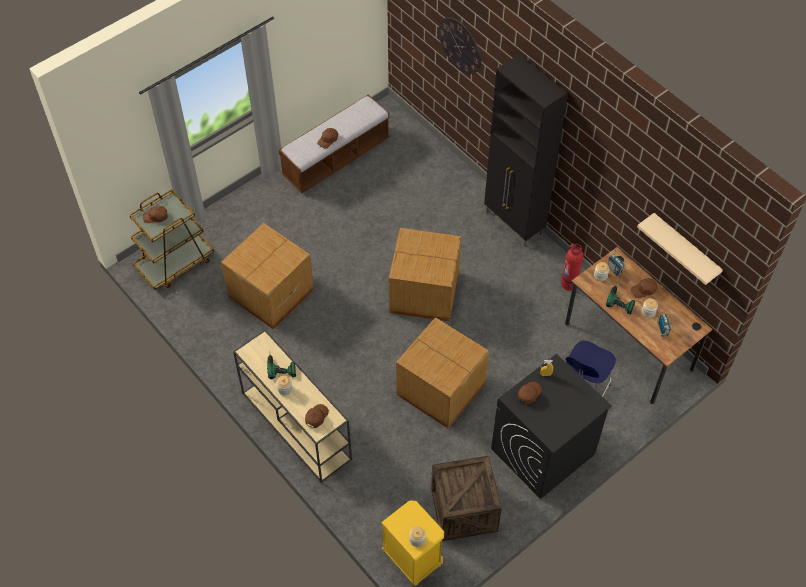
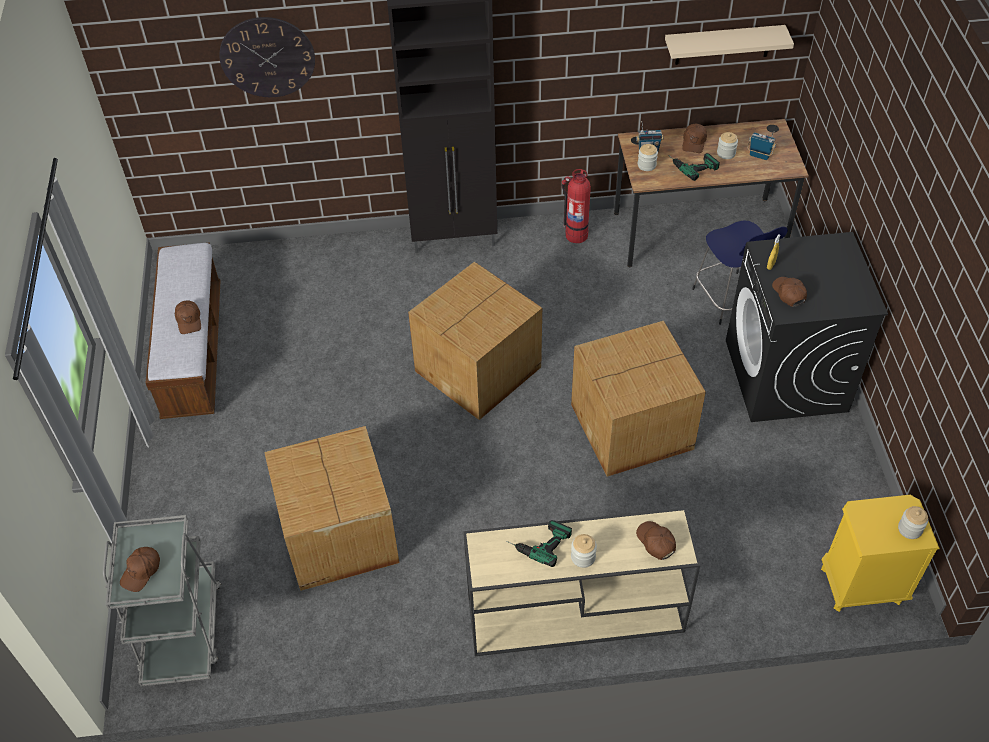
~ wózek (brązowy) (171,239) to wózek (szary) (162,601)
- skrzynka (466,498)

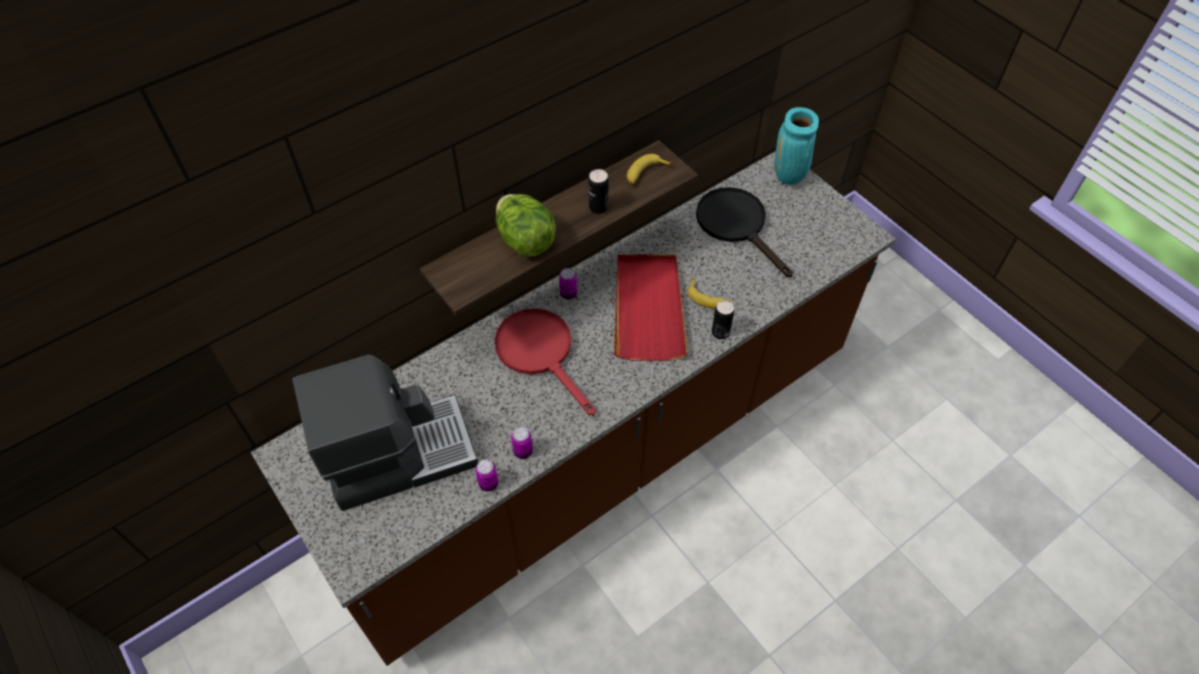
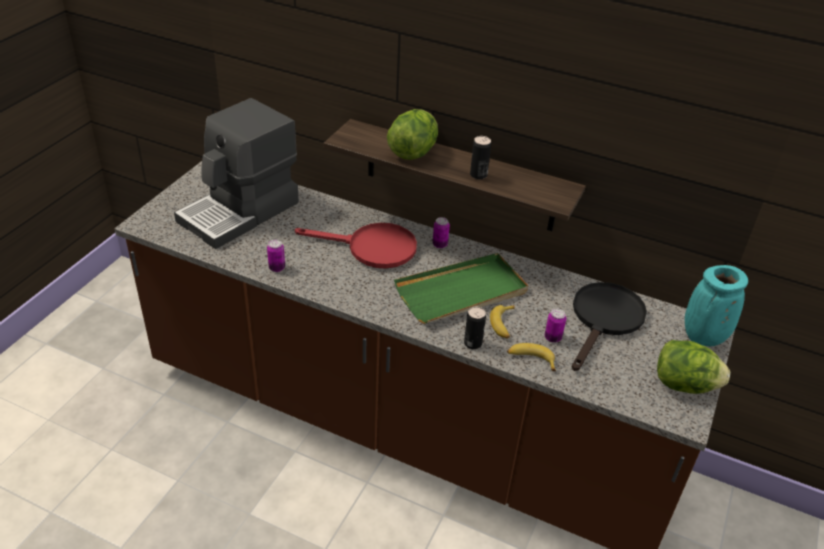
~ ekspres do kawy (385,433) = (236,173) 90 degrees clockwise
~ puszka (486,475) to (555,326)
~ patelnia (czerwony) (544,362) = (356,246) 75 degrees clockwise
~ taca (czerwony) (651,307) to taca (zielony) (461,288)
~ banan (649,169) to (531,357)
+ sałata (693,367)

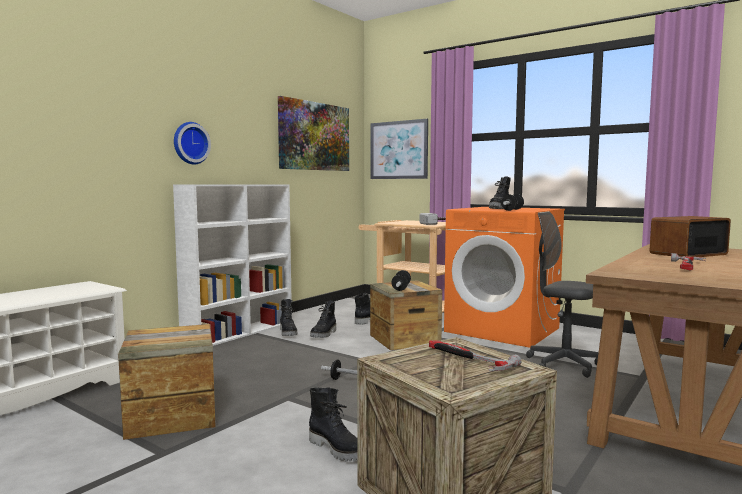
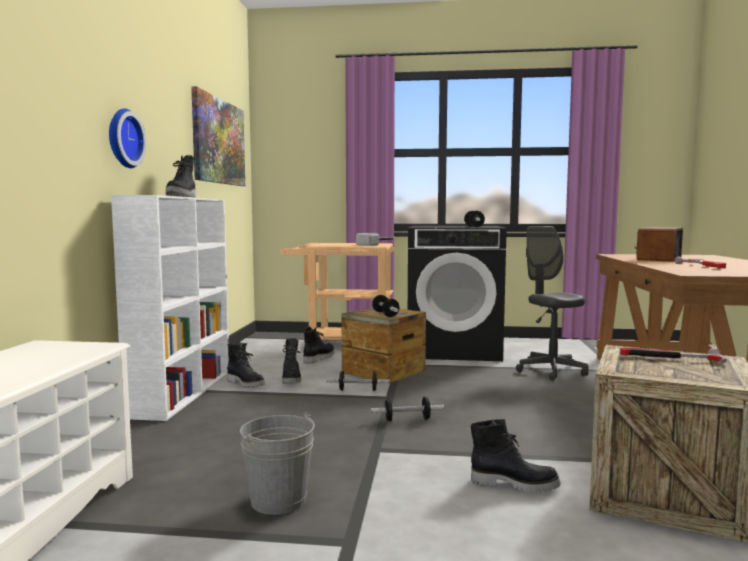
~ skrzynka (166,382) to wiadro (szary) (277,463)
- obraz (399,149)
~ pralka (pomarańczowy) (504,277) to pralka (czarny) (457,293)
~ but z cholewką (czarny) (500,192) to (181,176)
~ krzesło biurowe (szary) (562,295) = (552,303) 60 degrees clockwise
+ hantel (358,381)

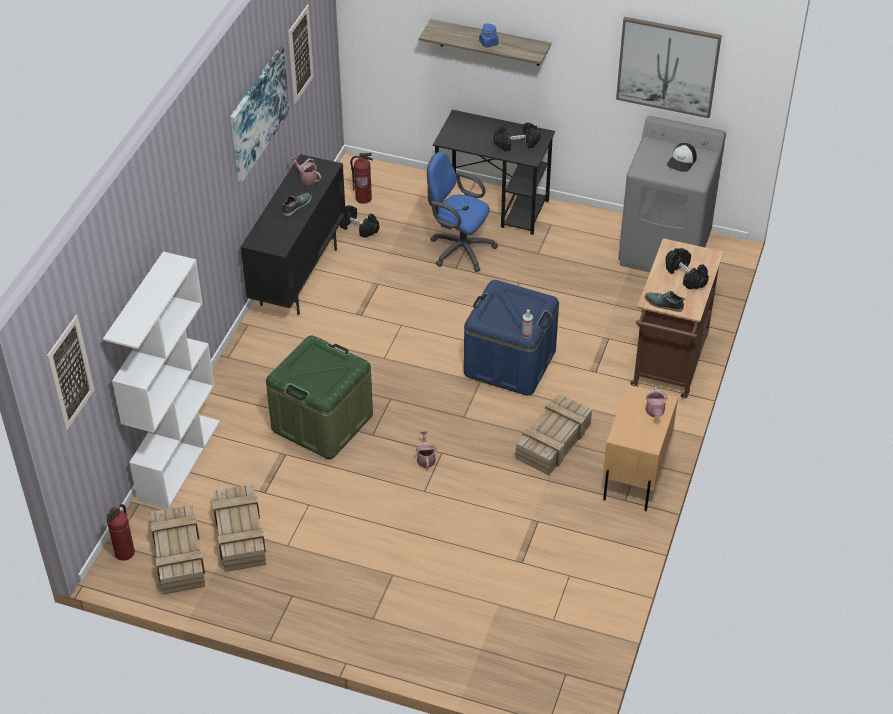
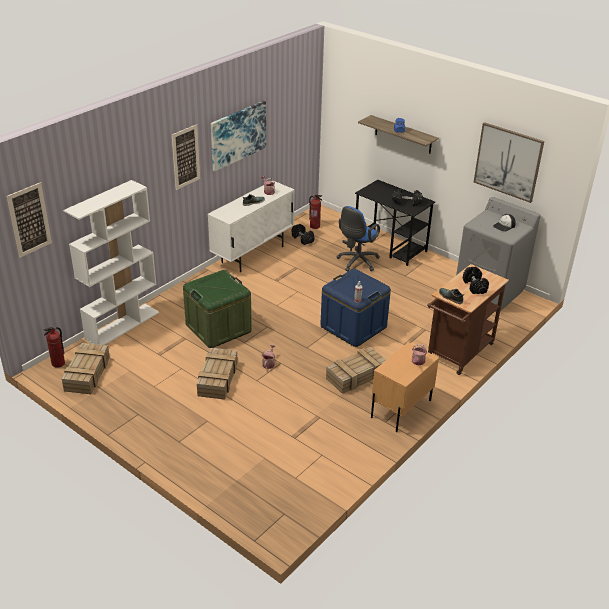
~ skrzynka (239,528) to (217,374)
~ szafka (czarny) (293,234) to szafka (biały) (251,226)
~ obraz (301,54) to (186,157)
~ krzesło biurowe (niebieski) (462,211) = (358,238) 105 degrees counterclockwise

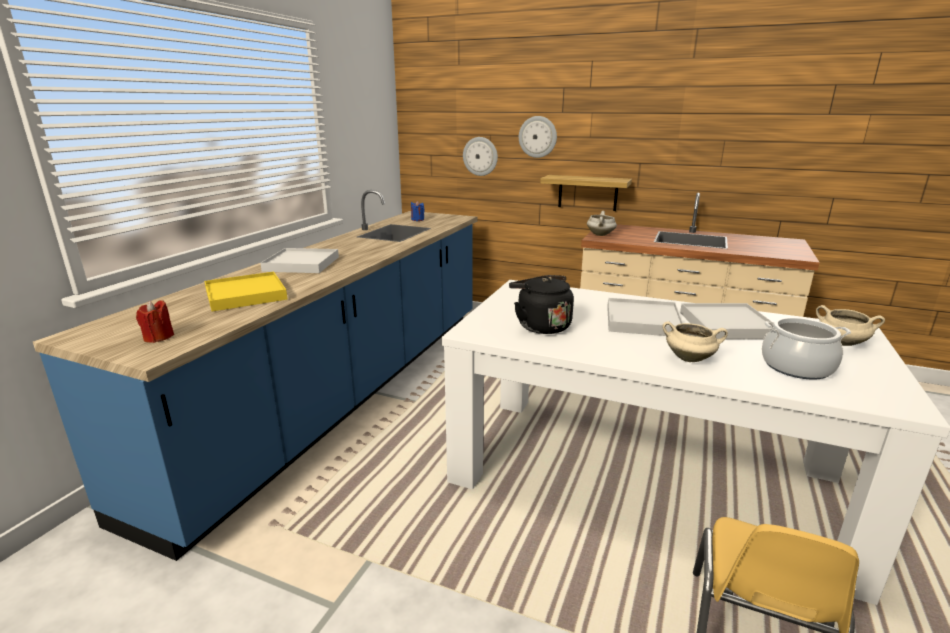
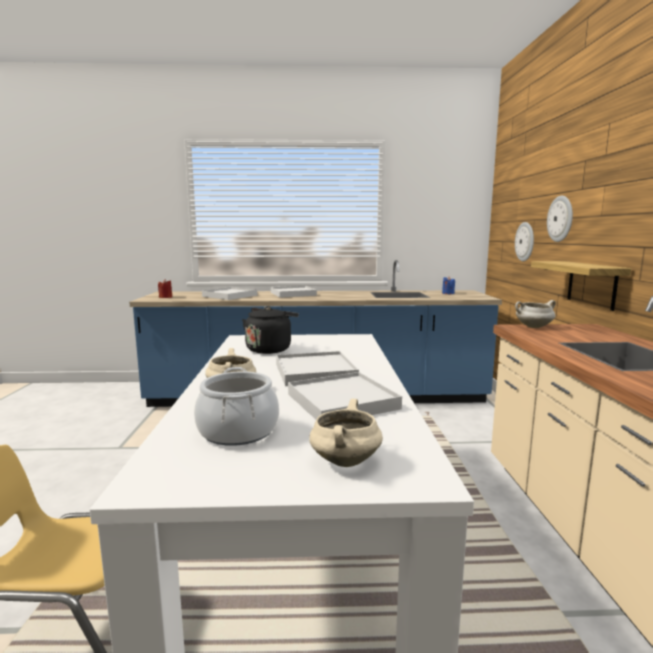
~ taca (żółty) (245,292) to taca (biały) (229,293)

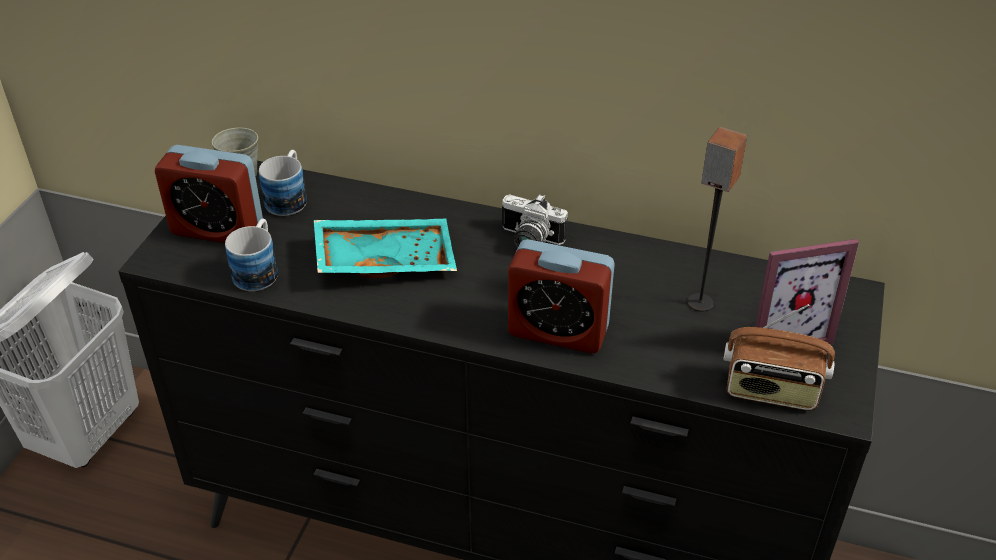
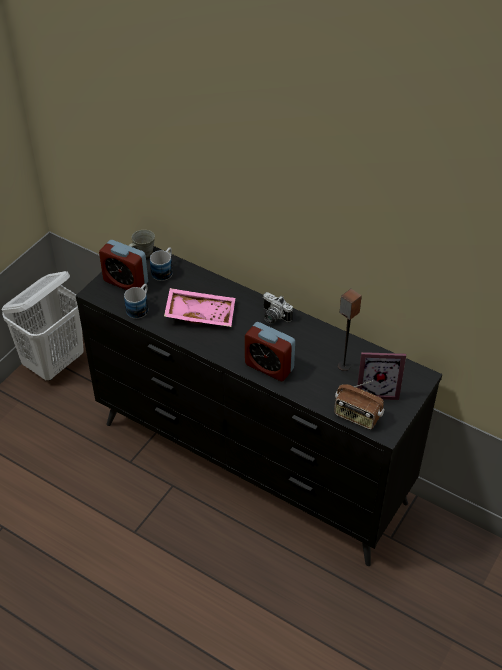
~ taca (turkusowy) (385,248) to taca (różowy) (199,307)

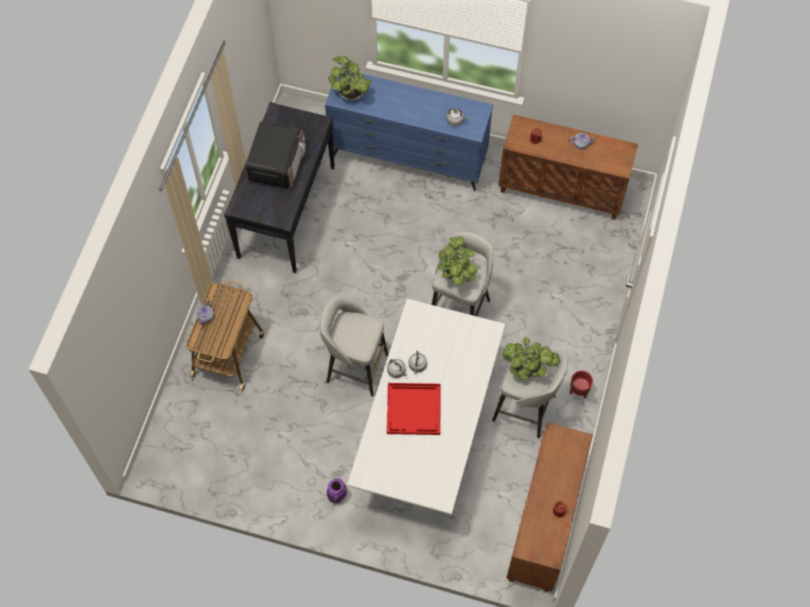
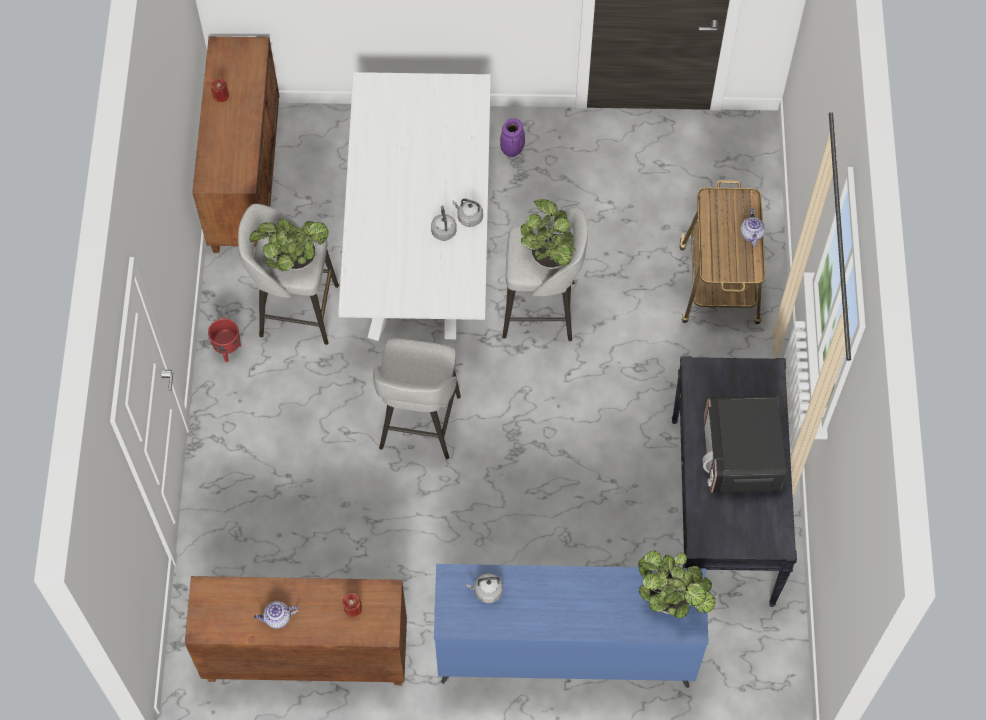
- taca (czerwony) (414,409)
~ roślina doniczkowa (458,261) to (548,234)

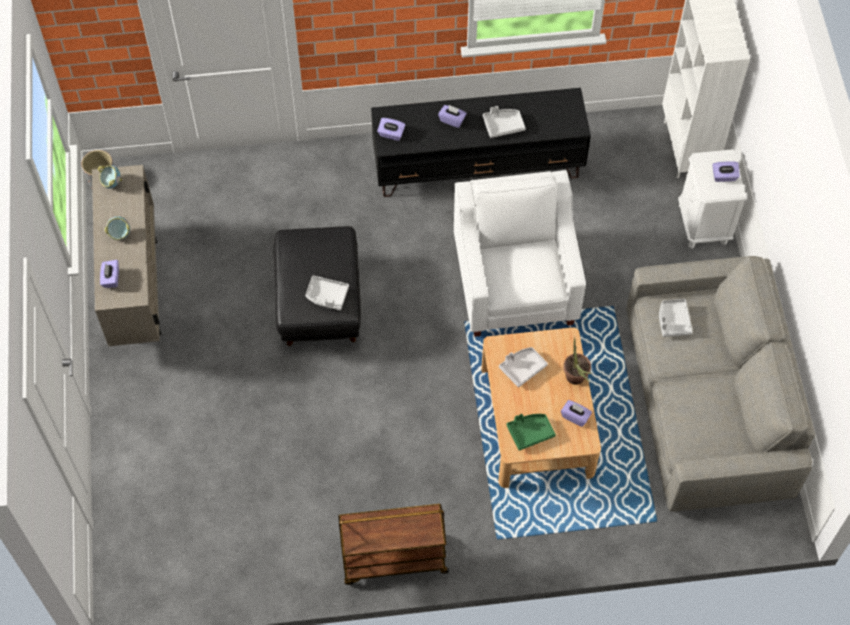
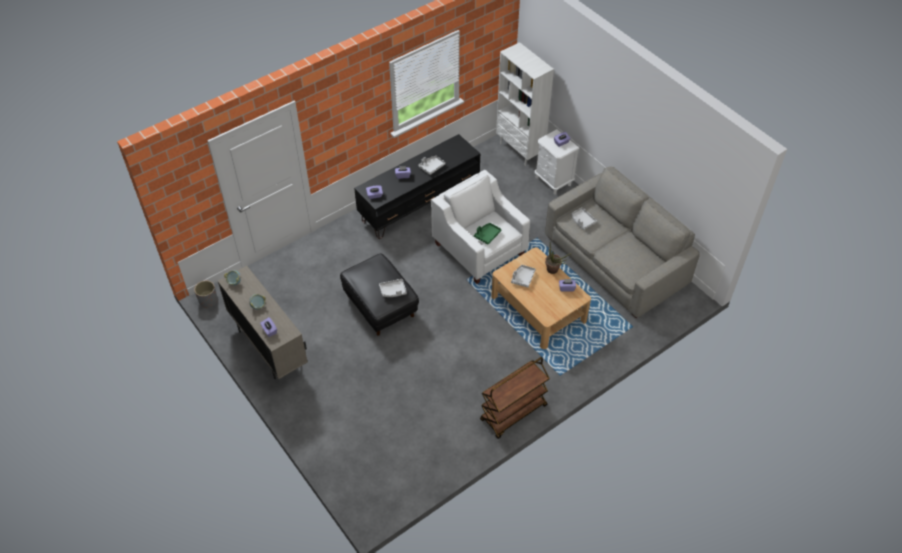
~ taca (zielony) (531,432) to (488,233)

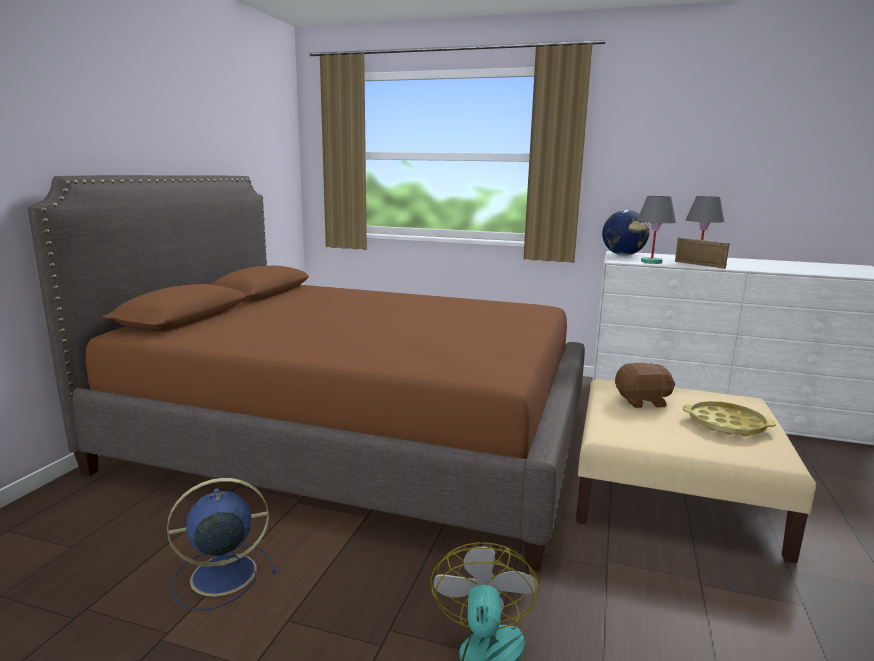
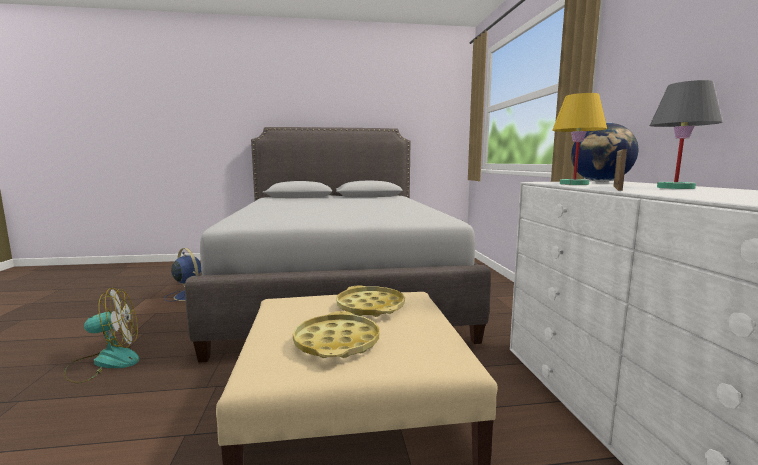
~ łóżko (brązowy) (306,373) to łóżko (szary) (338,245)
~ pluszak (brązowy) (645,385) to taca (żółty) (370,301)
~ lampa stołowa (szary) (656,230) to lampa stołowa (żółty) (579,139)

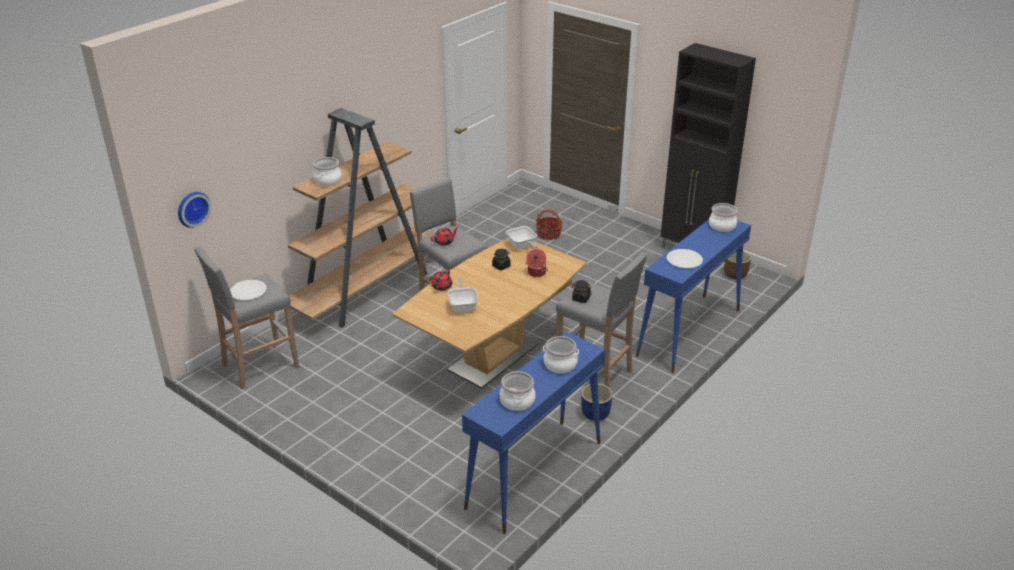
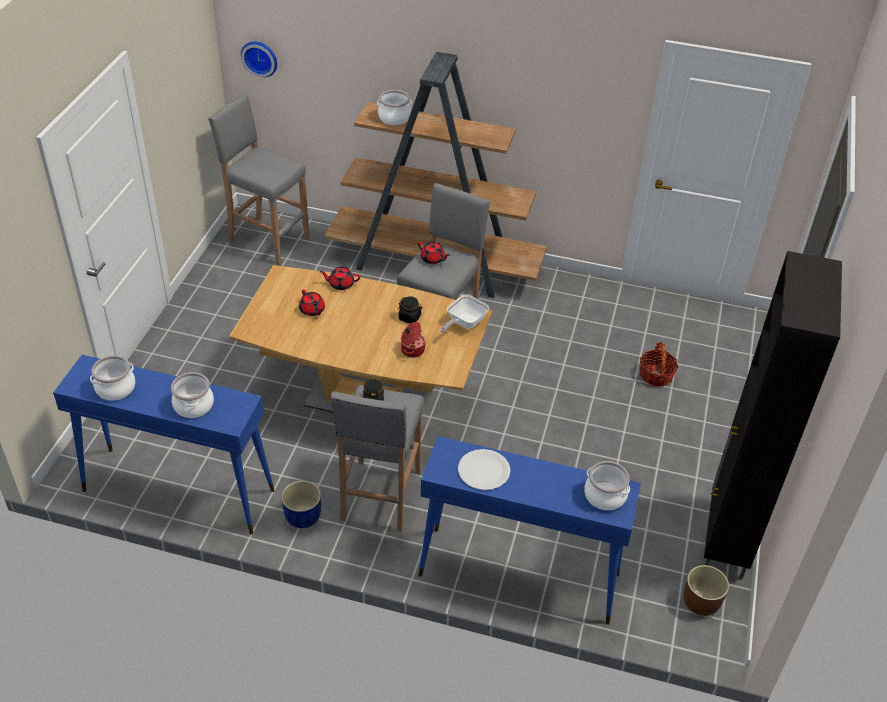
- talerz (biały) (248,290)
~ patelnia (463,294) to imbryk (czerwony) (312,303)

